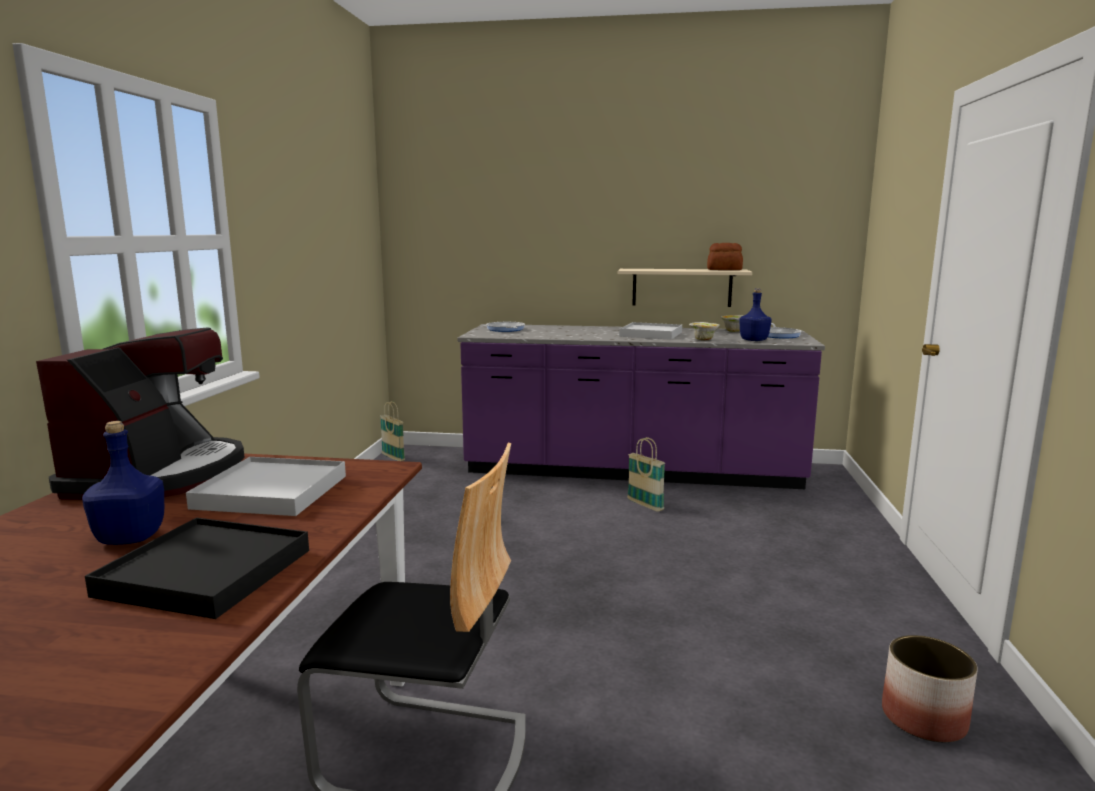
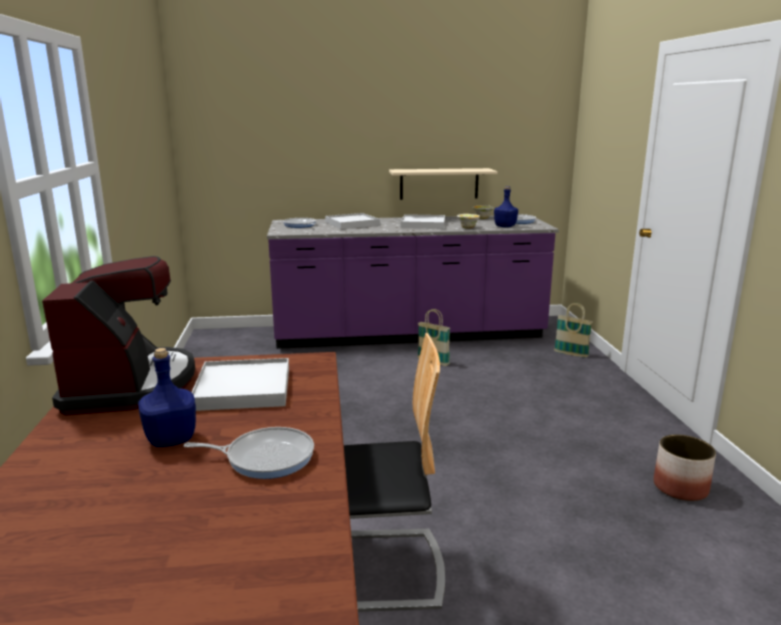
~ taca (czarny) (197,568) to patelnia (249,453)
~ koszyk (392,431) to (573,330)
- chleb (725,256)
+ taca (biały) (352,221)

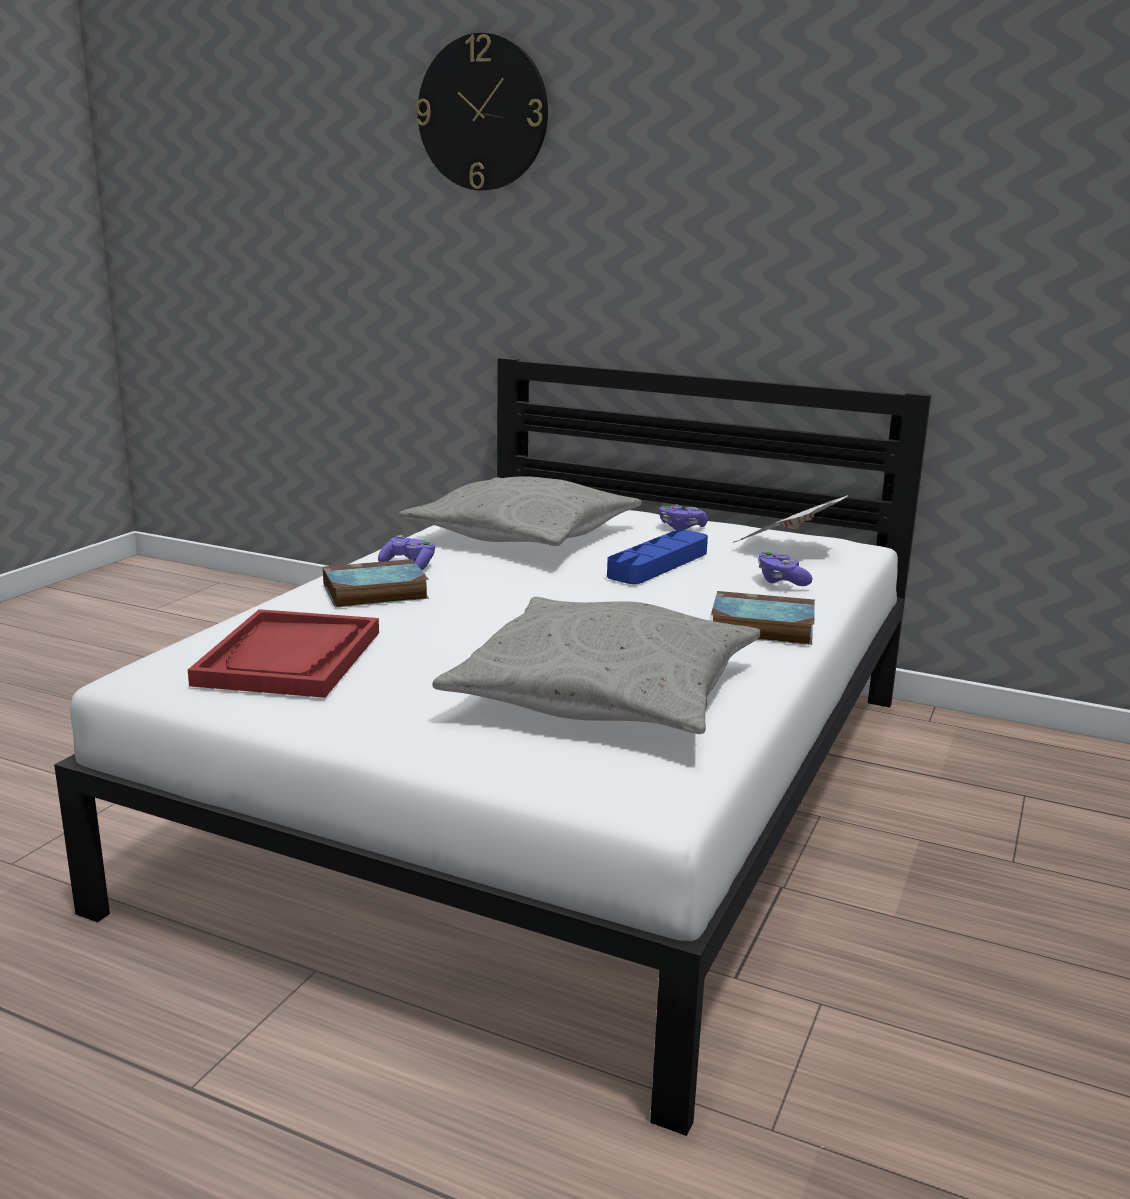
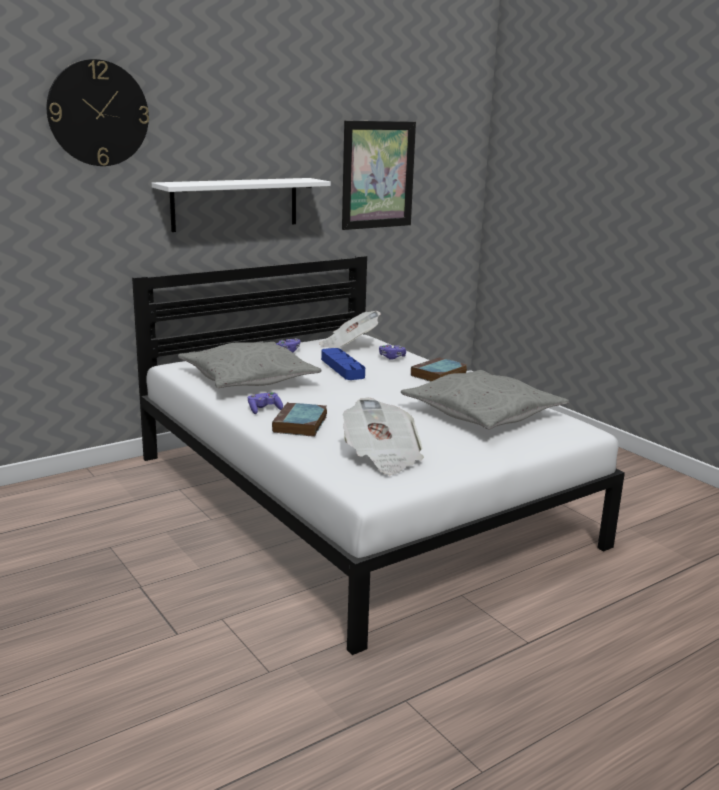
~ taca (czerwony) (283,653) to gazeta (383,436)
+ półka (biały) (241,205)
+ obraz (379,175)

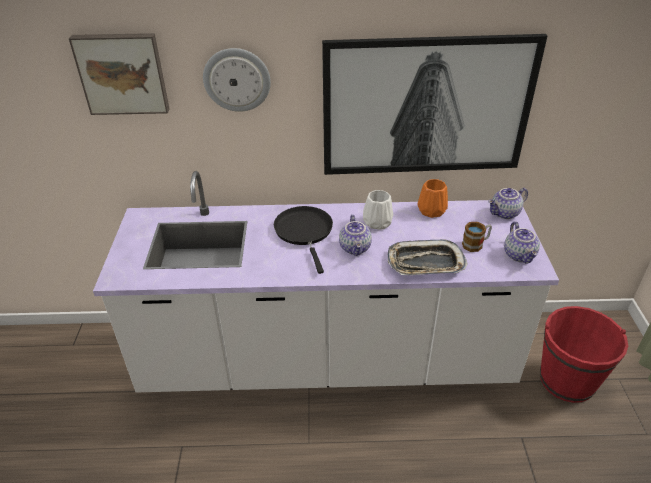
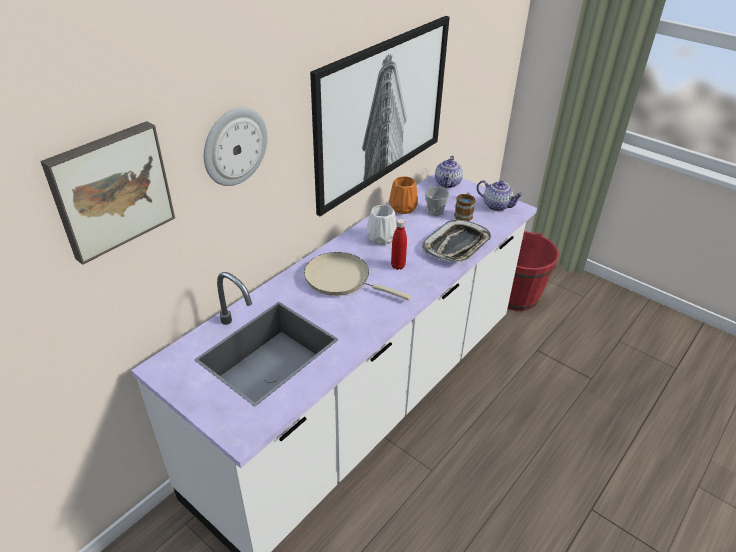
~ patelnia (czarny) (303,240) to patelnia (beżowy) (357,276)
~ imbryk (355,235) to butelka (czerwony) (399,244)
+ filiżanka (437,201)

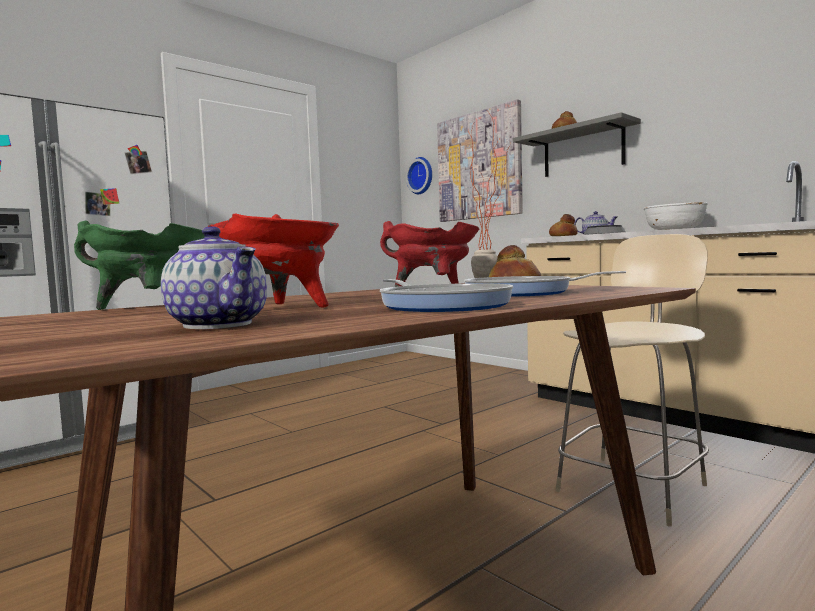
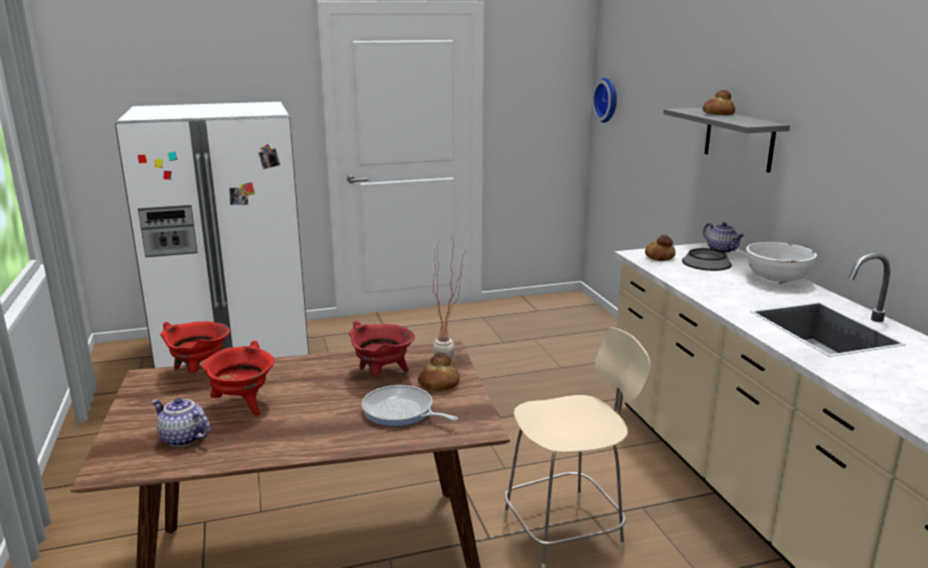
~ garnek (zielony) (139,265) to garnek (czerwony) (195,347)
~ imbryk (214,277) = (181,422) 135 degrees clockwise
- patelnia (446,295)
- obraz (480,160)

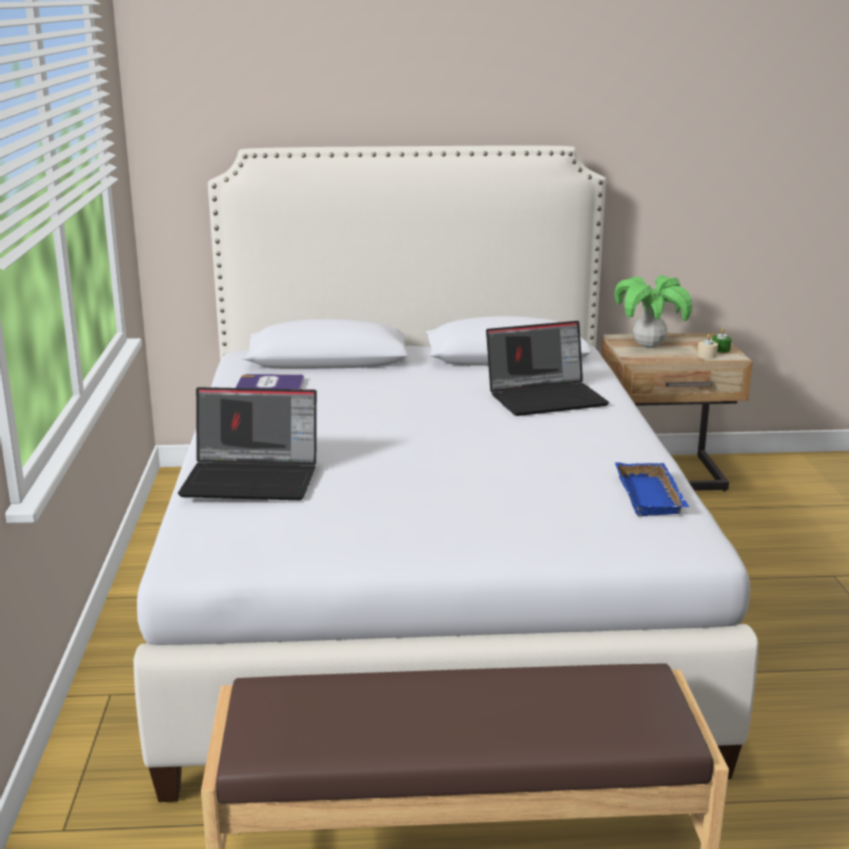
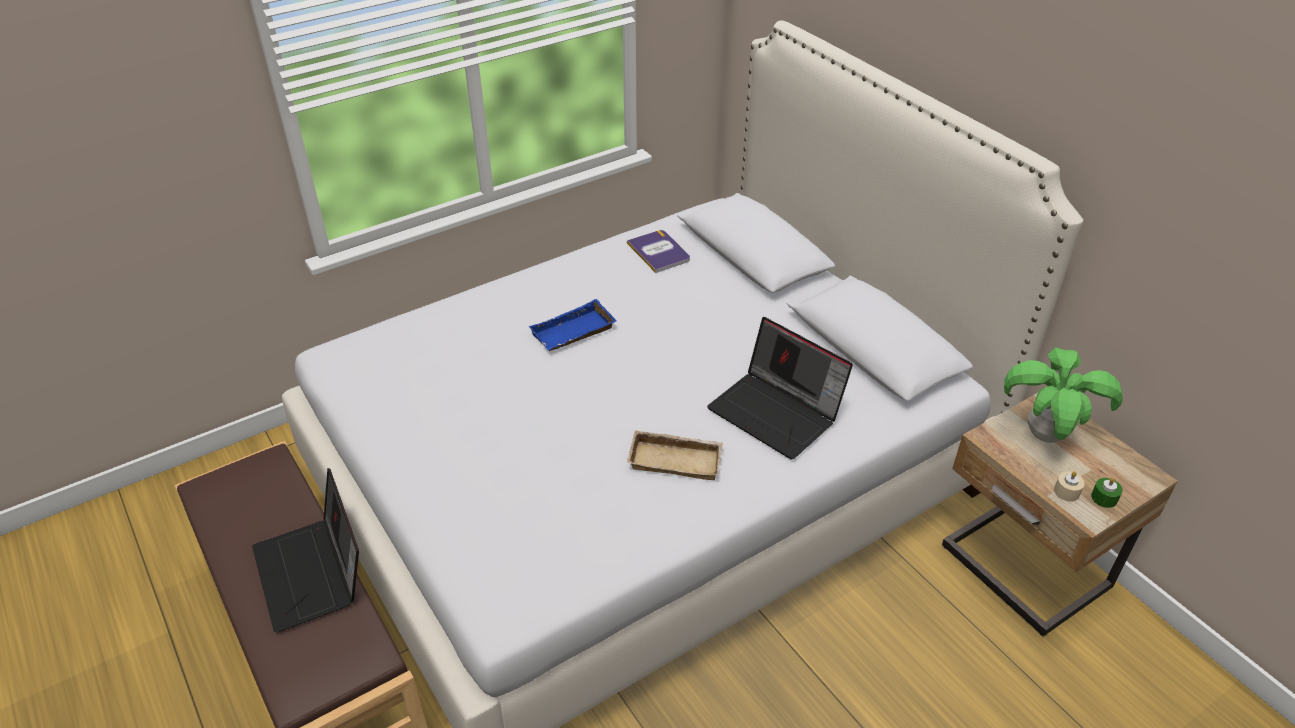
~ laptop (247,443) to (305,550)
~ taca (niebieski) (652,489) to (572,325)
+ taca (beżowy) (675,455)

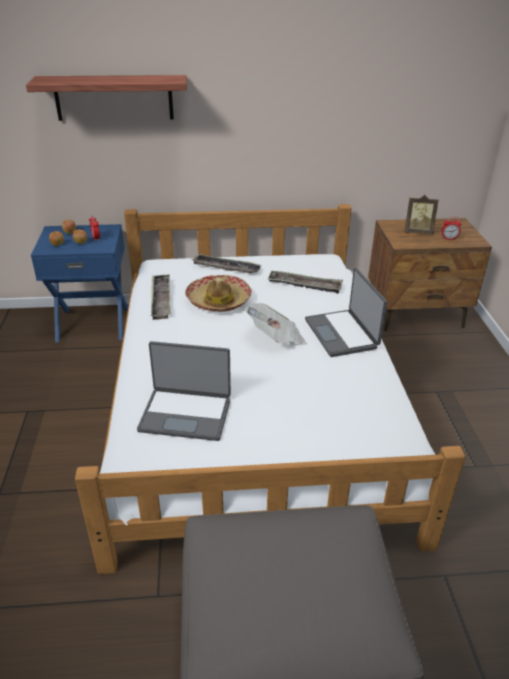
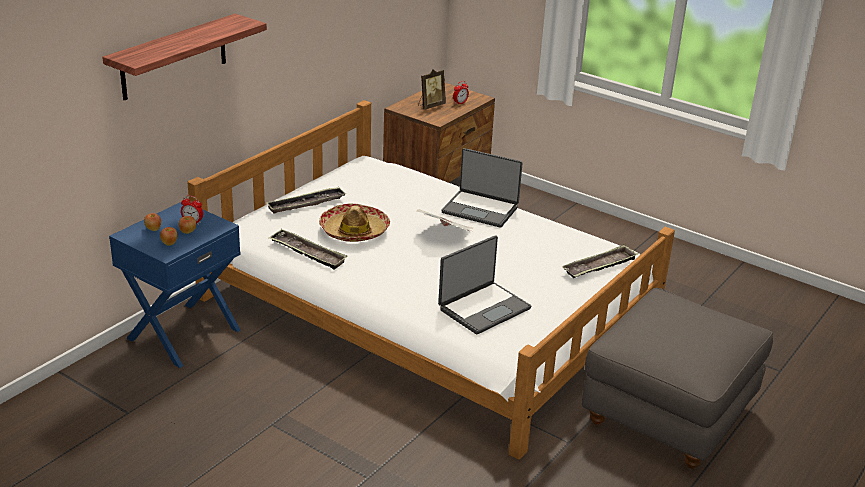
~ taca (305,282) to (600,261)

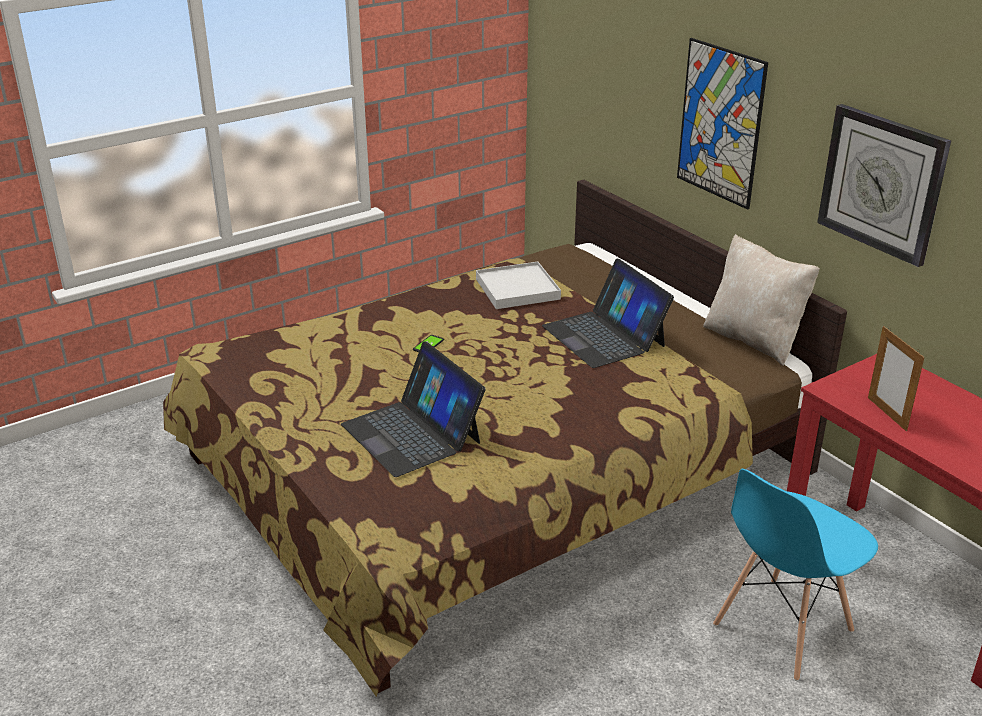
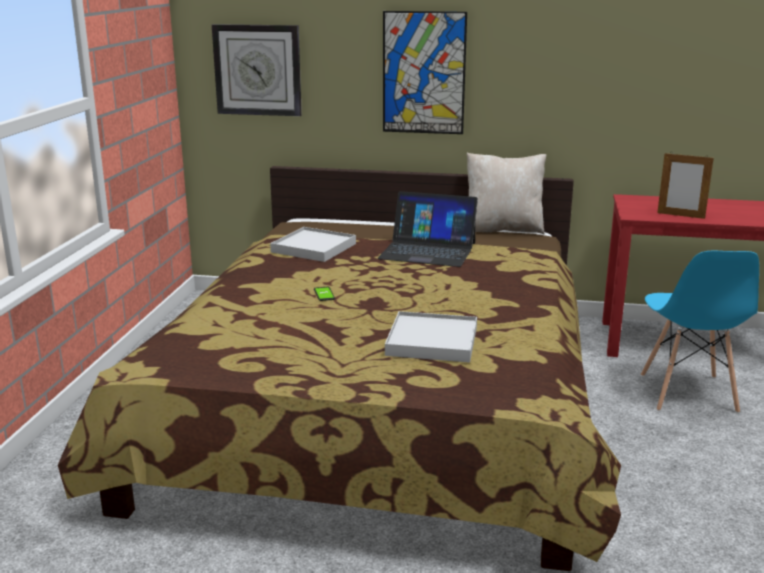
~ laptop (413,409) to taca (biały) (431,337)
~ zegar ścienny (884,185) to (257,70)

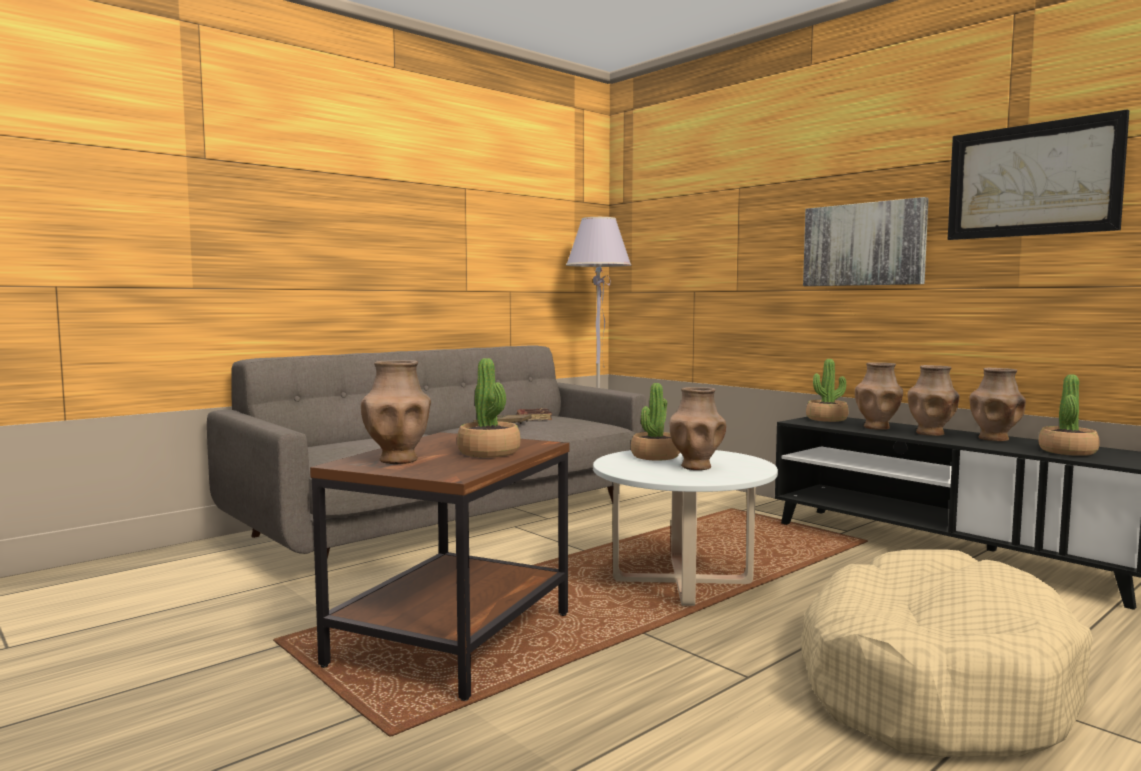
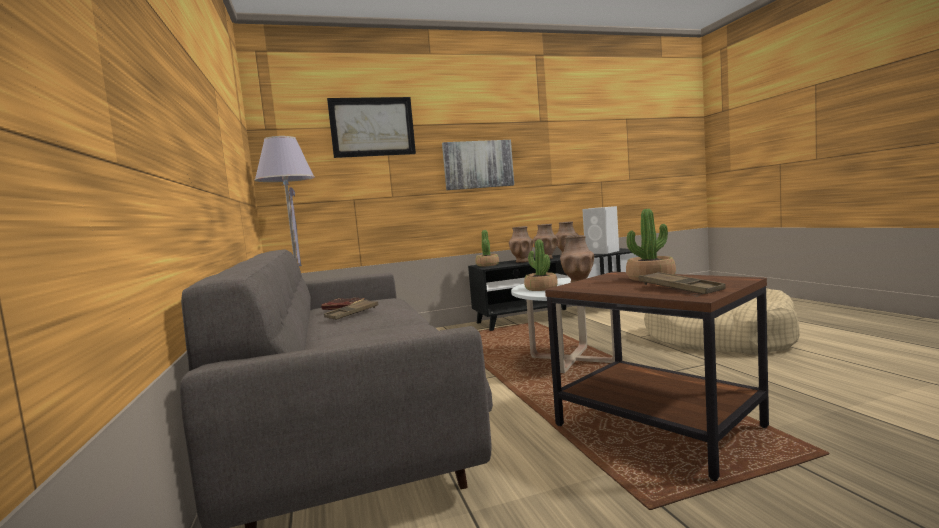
~ wazon (brązowy) (396,412) to taca (brązowy) (682,283)
~ obraz (1038,174) to (371,127)
~ roślina doniczkowa (1069,415) to głośnik (biały) (600,230)

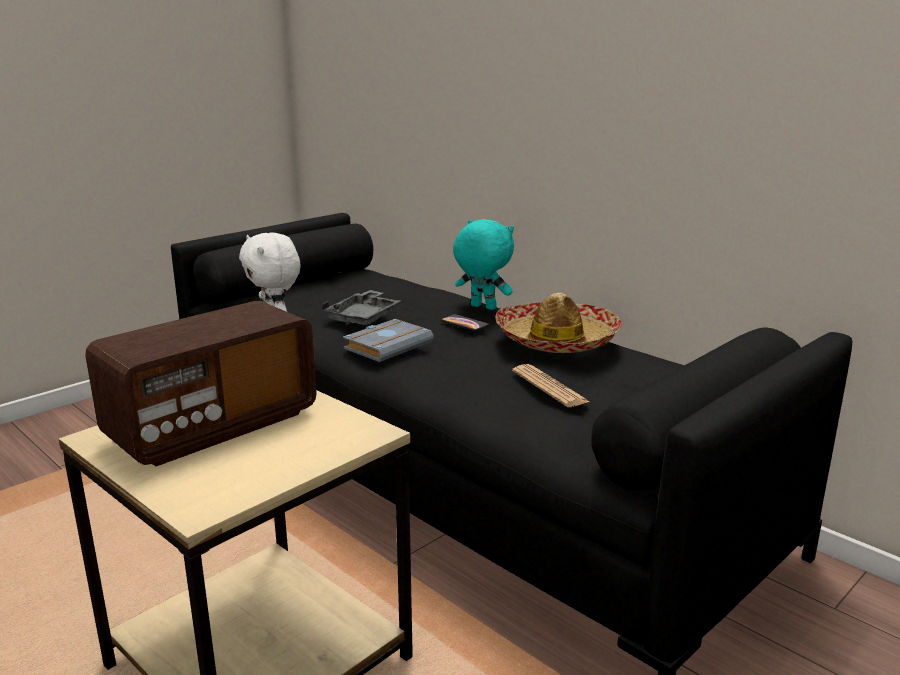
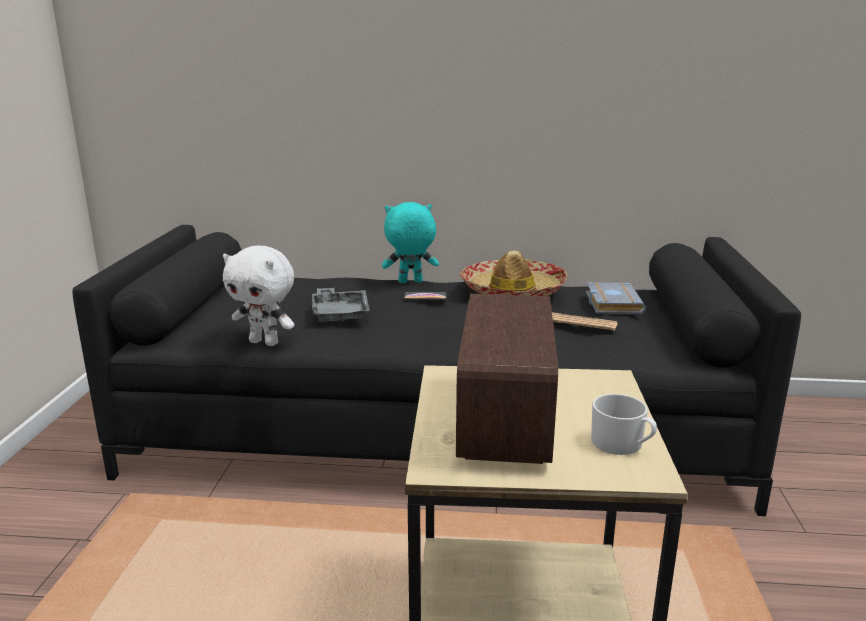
~ książka (szary) (388,340) to (616,298)
+ kubek (biały) (624,424)

